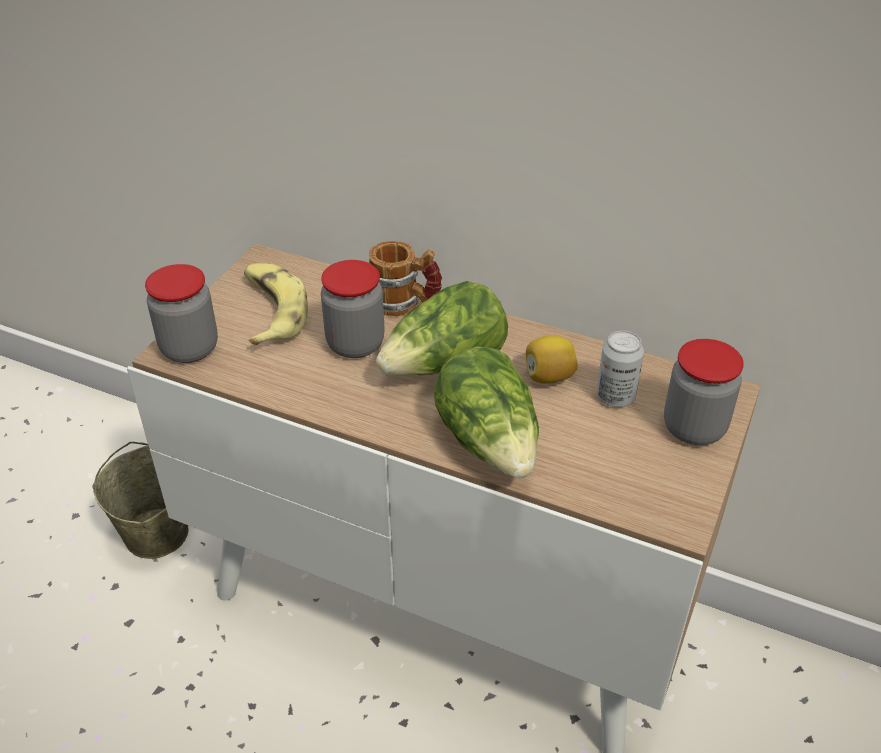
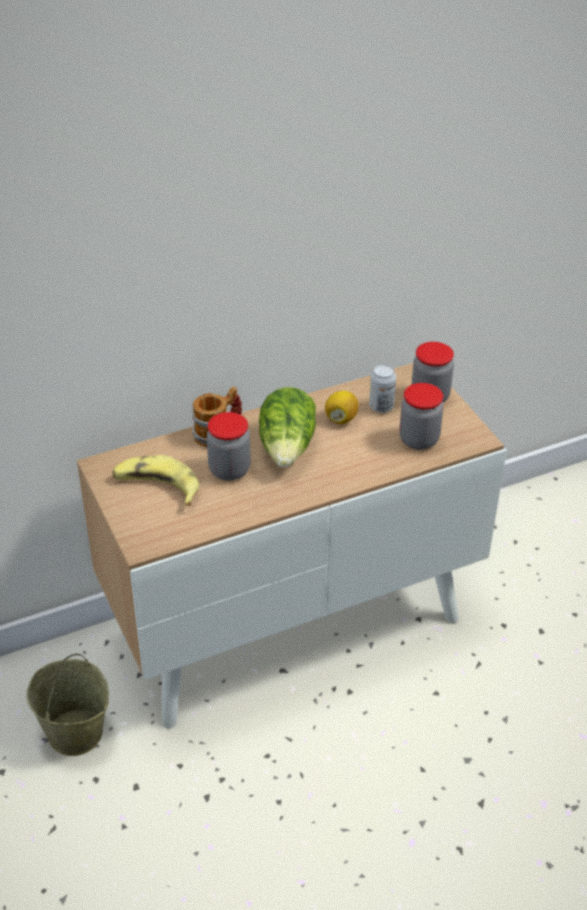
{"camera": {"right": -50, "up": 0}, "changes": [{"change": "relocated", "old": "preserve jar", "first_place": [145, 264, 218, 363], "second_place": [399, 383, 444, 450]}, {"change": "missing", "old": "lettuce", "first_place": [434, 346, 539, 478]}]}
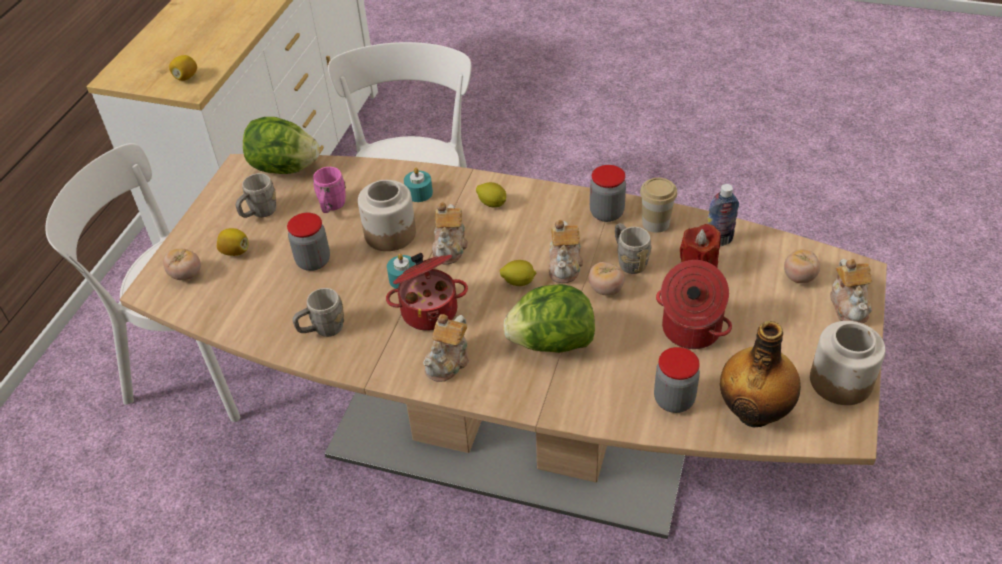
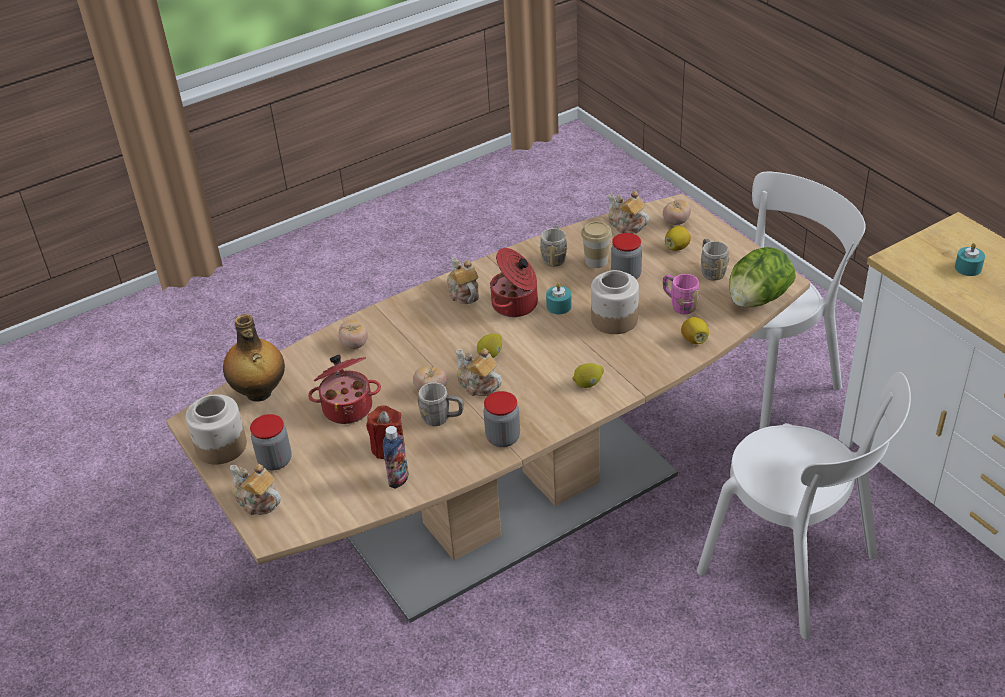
{"camera": {"right": 130, "up": -5}, "changes": [{"change": "relocated", "old": "lemon", "first_place": [169, 55, 197, 81], "second_place": [681, 317, 709, 344]}, {"change": "relocated", "old": "turquoise wax light", "first_place": [404, 168, 433, 202], "second_place": [955, 243, 985, 276]}, {"change": "relocated", "old": "cup", "first_place": [640, 178, 677, 233], "second_place": [581, 221, 612, 268]}, {"change": "relocated", "old": "teapot", "first_place": [432, 202, 468, 265], "second_place": [608, 190, 649, 234]}, {"change": "relocated", "old": "whole tomato", "first_place": [784, 249, 820, 283], "second_place": [338, 319, 368, 349]}, {"change": "missing", "old": "lettuce", "first_place": [503, 284, 595, 353]}, {"change": "relocated", "old": "preserve jar", "first_place": [654, 347, 700, 413], "second_place": [250, 414, 292, 470]}]}
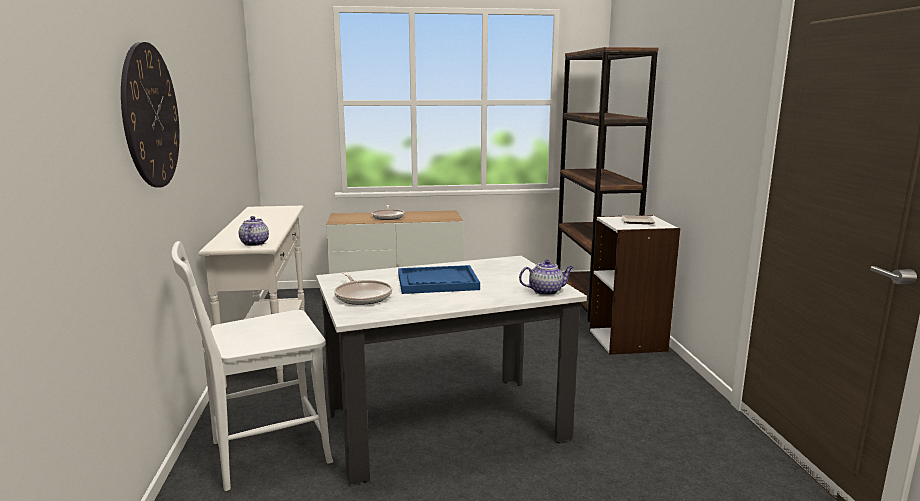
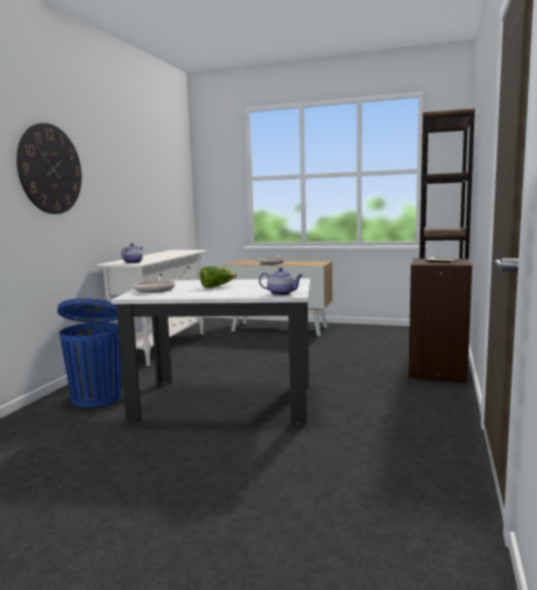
{"camera": {"right": 25, "up": -5}, "changes": [{"change": "colour", "old": "whitish bookcase", "new": "brown-coloured bookcase", "first_place": [590, 215, 680, 355], "second_place": [409, 259, 472, 383]}, {"change": "exchanged", "old": "whitish upright chair", "new": "blue trash can", "first_place": [171, 241, 333, 491], "second_place": [57, 298, 122, 408]}, {"change": "exchanged", "old": "blue tray", "new": "lettuce", "first_place": [398, 265, 480, 294], "second_place": [200, 266, 237, 288]}]}
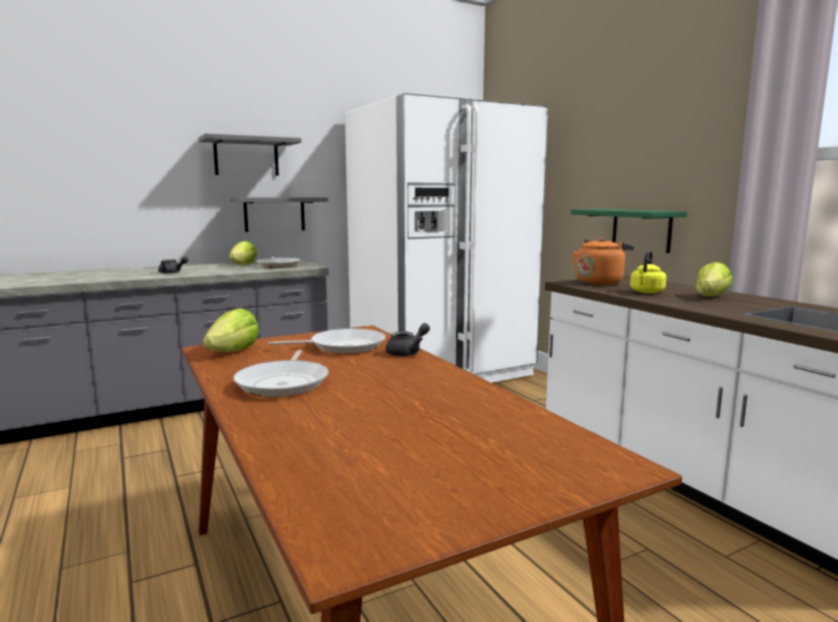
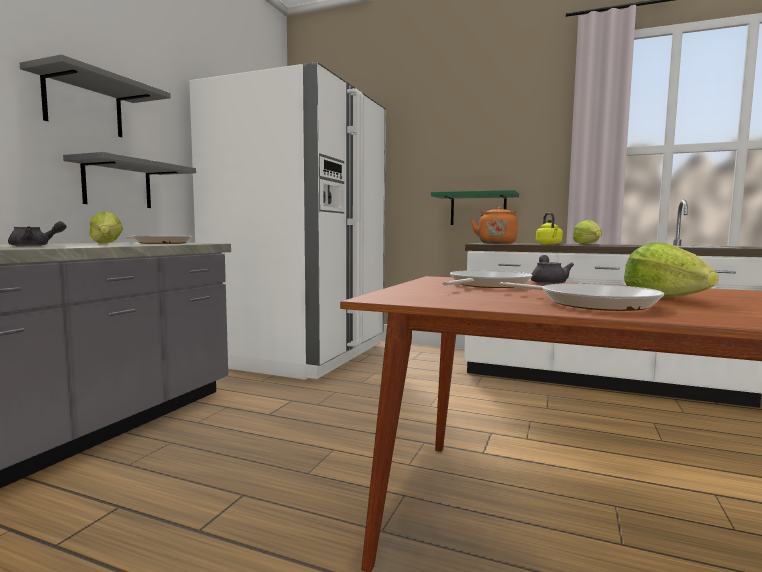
{"camera": {"right": -40, "up": -5}, "changes": [{"change": "relocated", "old": "lettuce", "first_place": [203, 308, 259, 352], "second_place": [624, 243, 719, 298]}]}
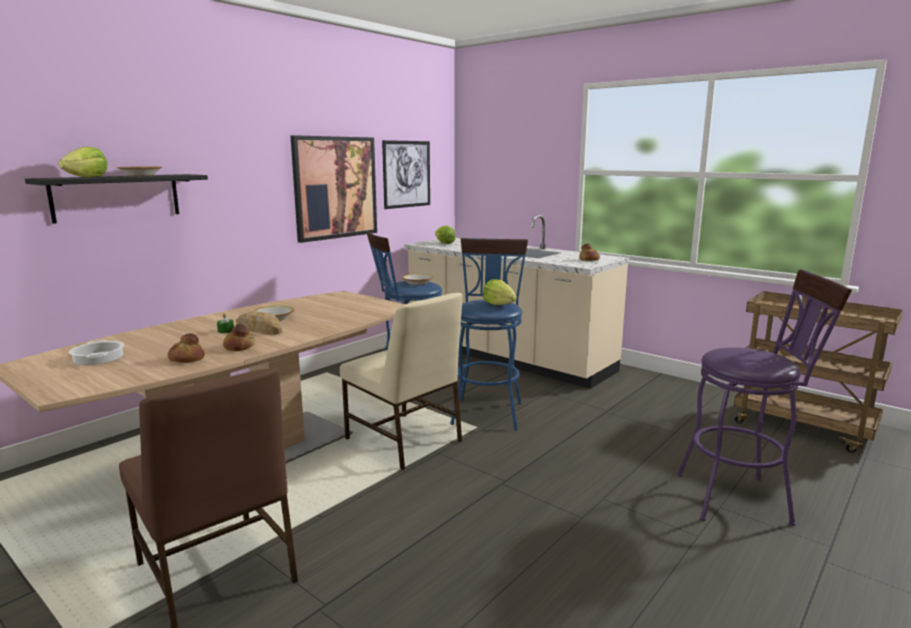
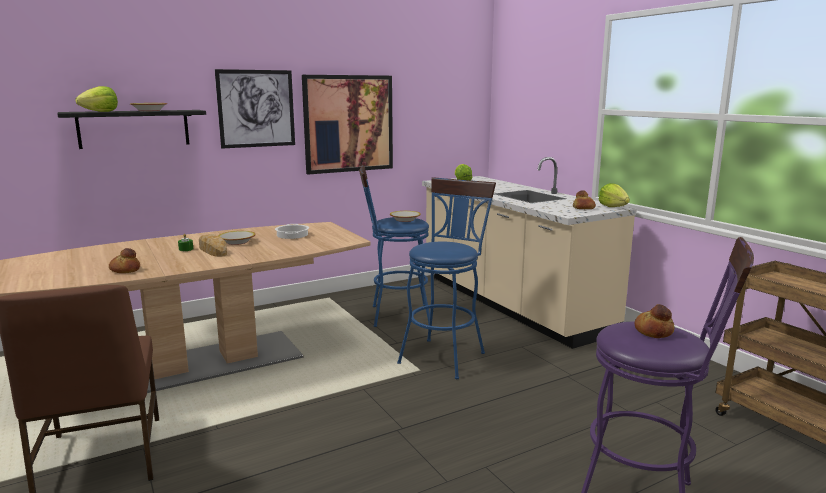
{"camera": {"right": 20, "up": 0}, "changes": [{"change": "relocated", "old": "picture", "first_place": [382, 140, 430, 209], "second_place": [215, 69, 295, 148]}, {"change": "relocated", "old": "lettuce", "first_place": [483, 279, 517, 305], "second_place": [599, 183, 630, 207]}, {"change": "missing", "old": "beige-coloured upright chair", "first_place": [340, 293, 462, 470]}, {"change": "relocated", "old": "baked bread", "first_place": [223, 324, 255, 351], "second_place": [634, 304, 675, 338]}, {"change": "relocated", "old": "cooking pot", "first_place": [69, 340, 124, 365], "second_place": [275, 224, 309, 239]}]}
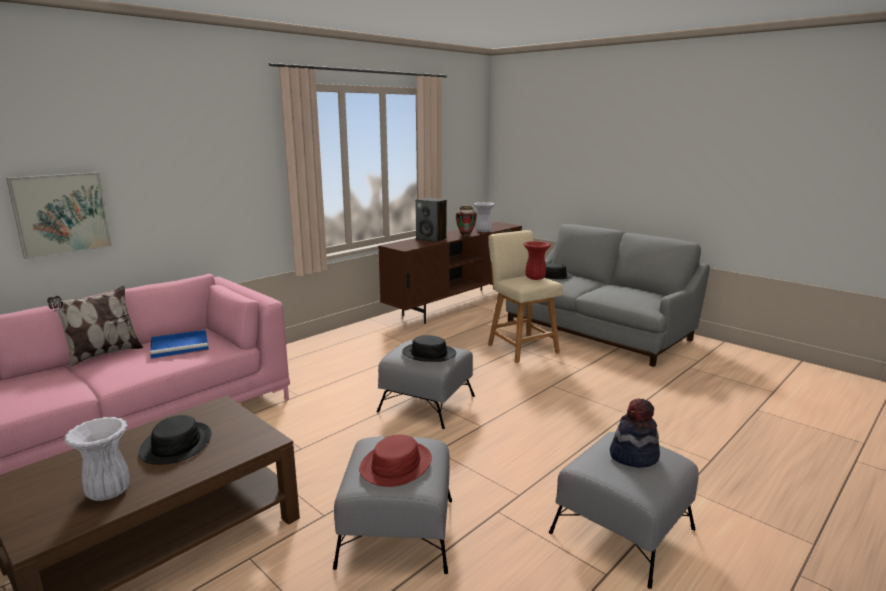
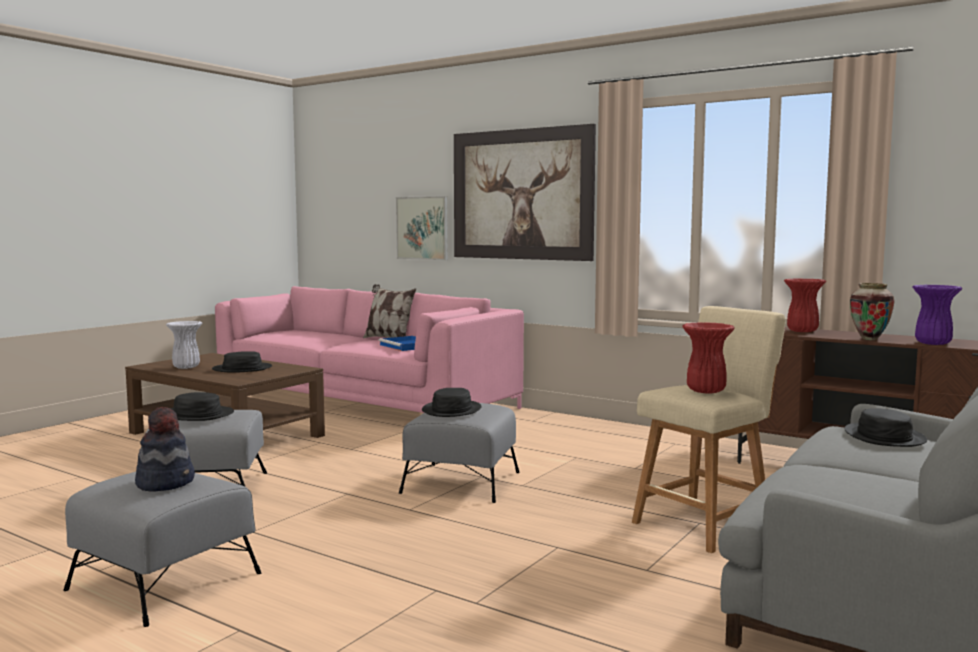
{"camera": {"right": 80, "up": -10}, "changes": [{"change": "exchanged", "old": "loudspeaker", "new": "red-coloured vase", "first_place": [416, 198, 447, 242], "second_place": [784, 278, 826, 332]}, {"change": "colour", "old": "whitish vase", "new": "purple vase", "first_place": [474, 202, 495, 232], "second_place": [913, 285, 962, 345]}, {"change": "colour", "old": "red-coloured hat", "new": "black hat", "first_place": [359, 434, 432, 487], "second_place": [170, 392, 234, 421]}, {"change": "appeared", "new": "picture", "second_place": [454, 124, 596, 261]}]}
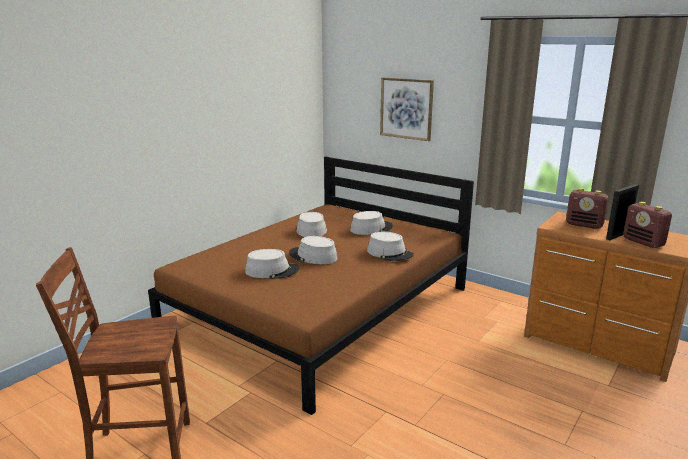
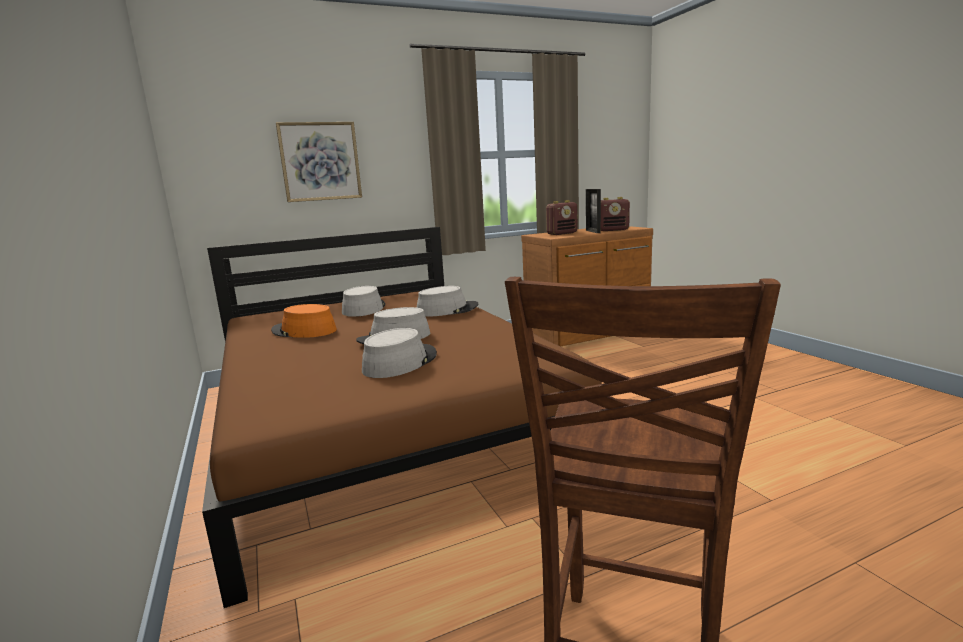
{"camera": {"right": -60, "up": -5}, "changes": [{"change": "colour", "old": "greyish hat", "new": "orange hat", "first_place": [296, 212, 327, 237], "second_place": [271, 304, 337, 338]}]}
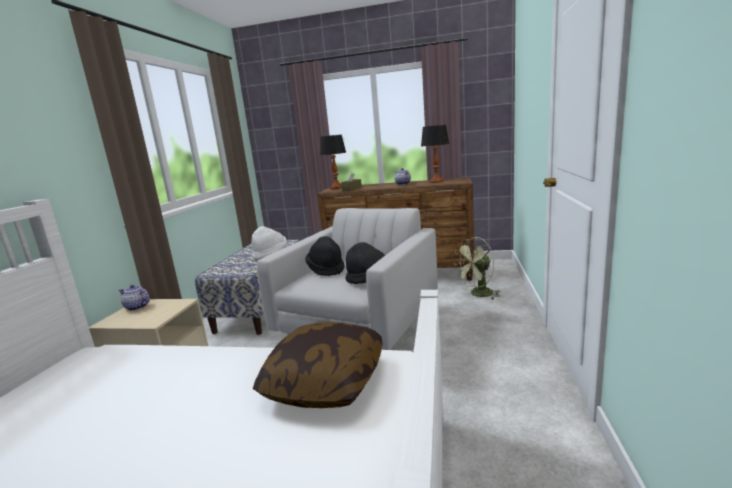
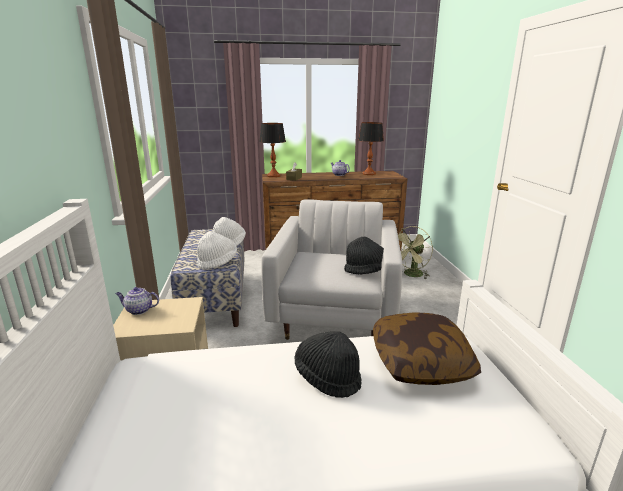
{"camera": {"right": -20, "up": 5}, "changes": [{"change": "relocated", "old": "black hat", "first_place": [305, 236, 344, 276], "second_place": [295, 331, 362, 398]}, {"change": "appeared", "new": "whitish hat", "second_place": [197, 231, 237, 269]}]}
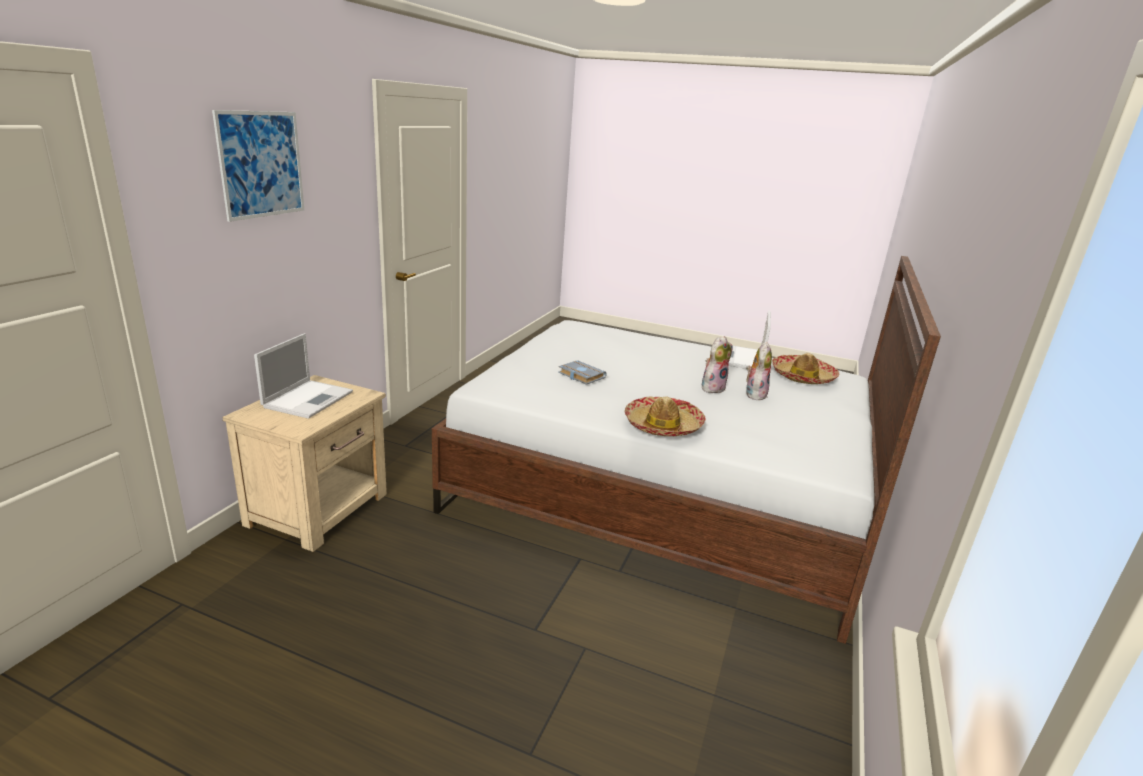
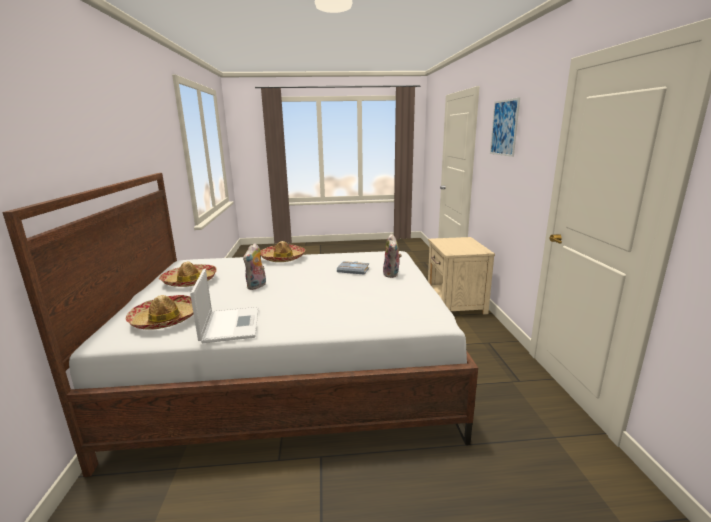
{"camera": {"right": 155, "up": -5}, "changes": [{"change": "missing", "old": "laptop", "first_place": [254, 333, 353, 419]}, {"change": "relocated", "old": "plush toy", "first_place": [746, 341, 772, 401], "second_place": [383, 234, 402, 278]}, {"change": "appeared", "new": "hat", "second_place": [159, 262, 217, 287]}]}
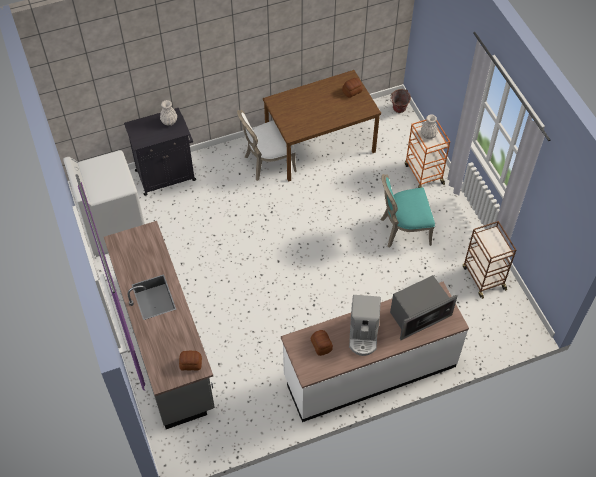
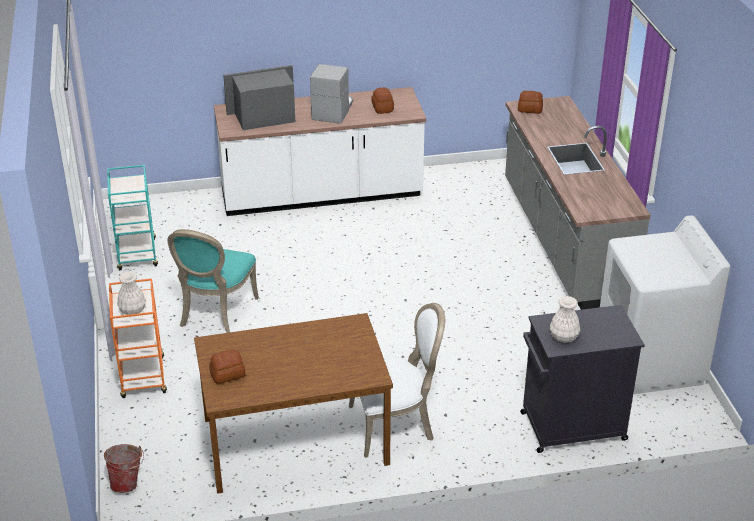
{"camera": {"right": -170, "up": -20}, "changes": [{"change": "spun", "old": "turquoise upright chair", "first_place": [381, 174, 435, 247], "second_place": [167, 229, 259, 333], "degrees": 105}, {"change": "colour", "old": "brown-coloured wheeled cart", "new": "turquoise wheeled cart", "first_place": [463, 221, 516, 299], "second_place": [107, 165, 158, 270]}]}
